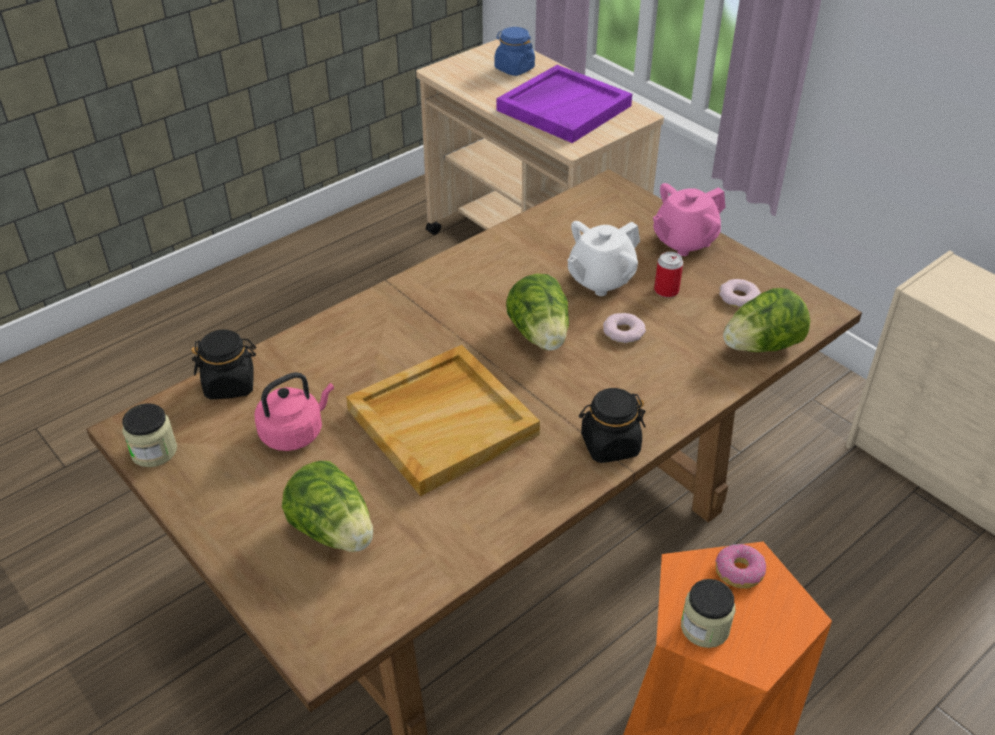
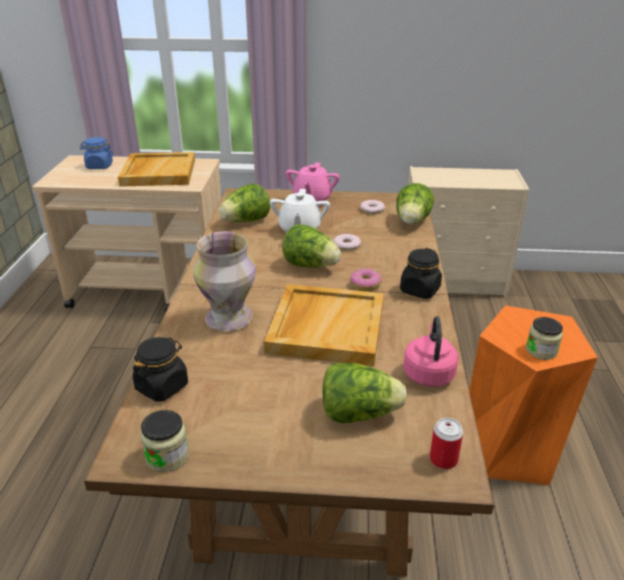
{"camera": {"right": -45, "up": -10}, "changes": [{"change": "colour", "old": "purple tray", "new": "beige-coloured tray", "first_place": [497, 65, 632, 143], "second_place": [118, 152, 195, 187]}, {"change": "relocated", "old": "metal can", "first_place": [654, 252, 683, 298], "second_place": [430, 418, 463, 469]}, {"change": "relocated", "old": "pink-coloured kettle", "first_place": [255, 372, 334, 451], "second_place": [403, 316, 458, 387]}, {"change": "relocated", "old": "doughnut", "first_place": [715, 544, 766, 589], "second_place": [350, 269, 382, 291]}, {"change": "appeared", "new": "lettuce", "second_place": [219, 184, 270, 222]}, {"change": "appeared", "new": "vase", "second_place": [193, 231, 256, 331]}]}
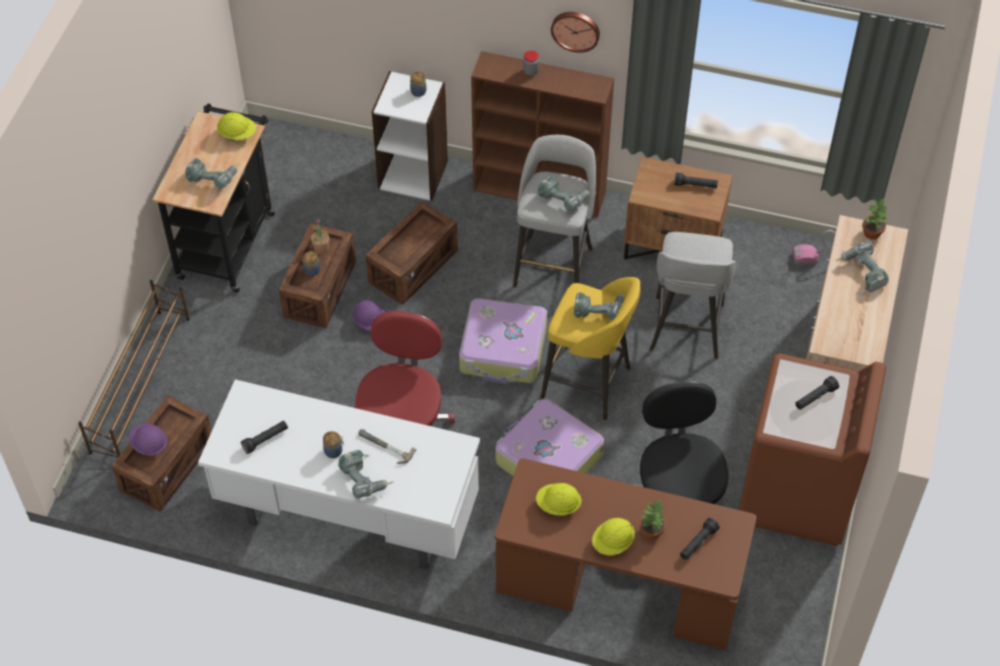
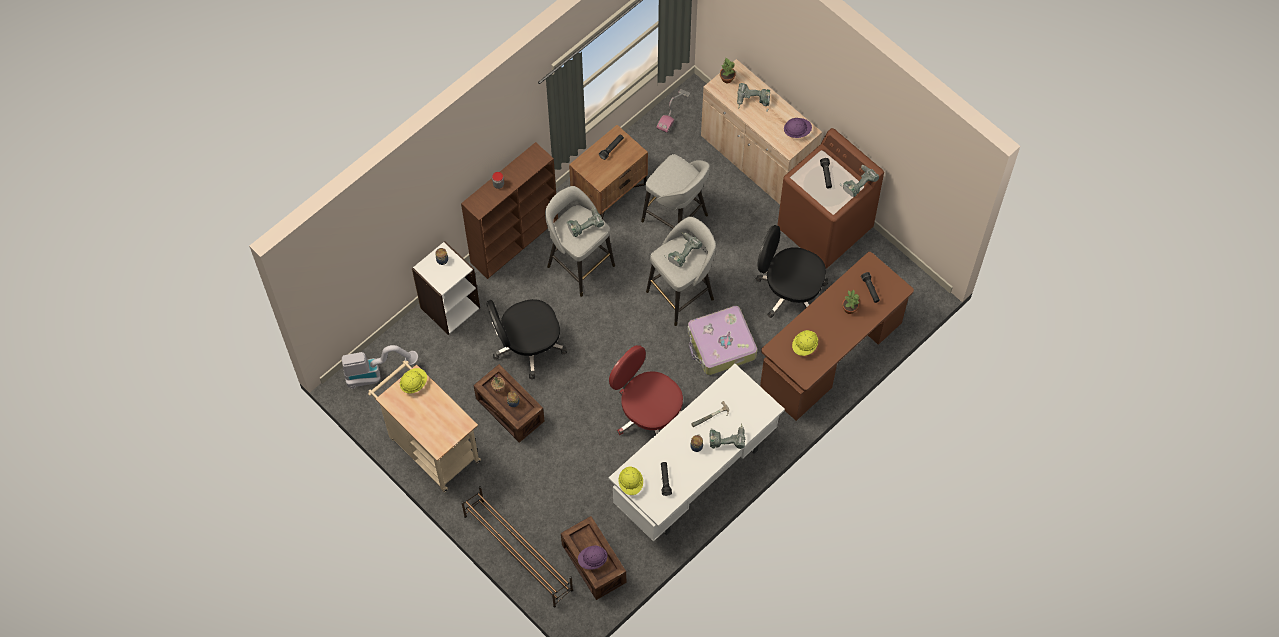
{"camera": {"right": -60, "up": 10}, "changes": [{"change": "missing", "old": "wall clock", "first_place": [551, 12, 600, 53]}, {"change": "colour", "old": "black wheeled cart", "new": "beige-coloured wheeled cart", "first_place": [152, 104, 275, 293], "second_place": [368, 361, 481, 492]}, {"change": "relocated", "old": "power drill", "first_place": [185, 158, 239, 189], "second_place": [840, 165, 879, 197]}, {"change": "exchanged", "old": "crate", "new": "black computer chair", "first_place": [366, 201, 458, 305], "second_place": [486, 299, 567, 379]}, {"change": "colour", "old": "yellowish stool seat", "new": "greyish stool seat", "first_place": [541, 277, 640, 420], "second_place": [646, 217, 716, 326]}, {"change": "missing", "old": "piece of luggage", "first_place": [459, 298, 547, 384]}, {"change": "relocated", "old": "purple hard hat", "first_place": [353, 300, 385, 331], "second_place": [784, 118, 812, 138]}, {"change": "relocated", "old": "yellowish hard hat", "first_place": [592, 518, 635, 555], "second_place": [619, 467, 643, 495]}, {"change": "appeared", "new": "vacuum", "second_place": [342, 345, 418, 389]}]}
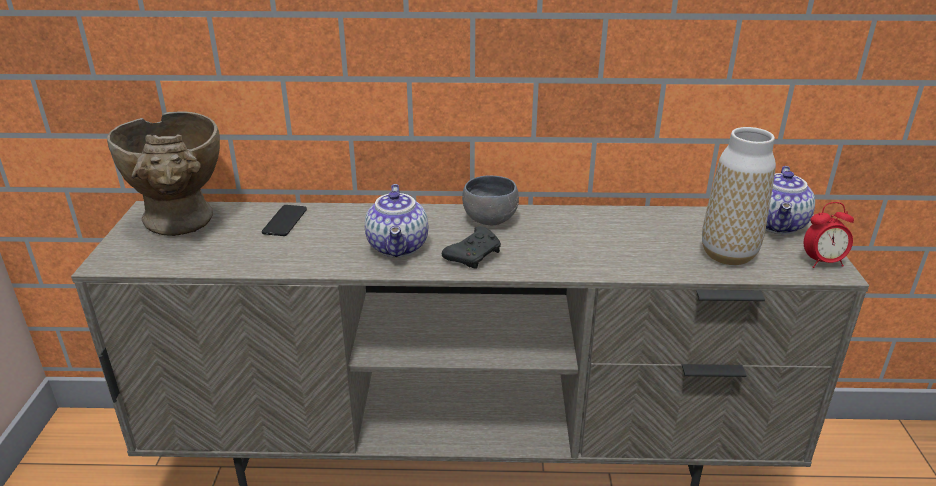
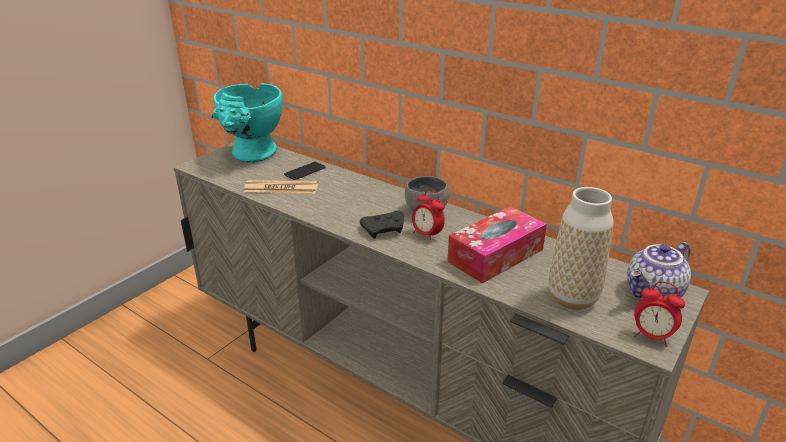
{"camera": {"right": 35, "up": 0}, "changes": [{"change": "colour", "old": "beige-coloured vase", "new": "turquoise vase", "first_place": [107, 111, 220, 236], "second_place": [211, 83, 283, 163]}, {"change": "missing", "old": "teapot", "first_place": [365, 184, 428, 257]}, {"change": "appeared", "new": "printed paper", "second_place": [243, 180, 318, 194]}, {"change": "appeared", "new": "bedside clock", "second_place": [412, 189, 445, 242]}, {"change": "appeared", "new": "box of tissues", "second_place": [447, 206, 547, 284]}]}
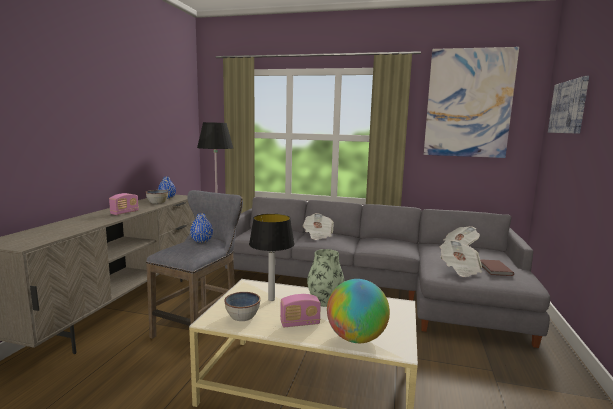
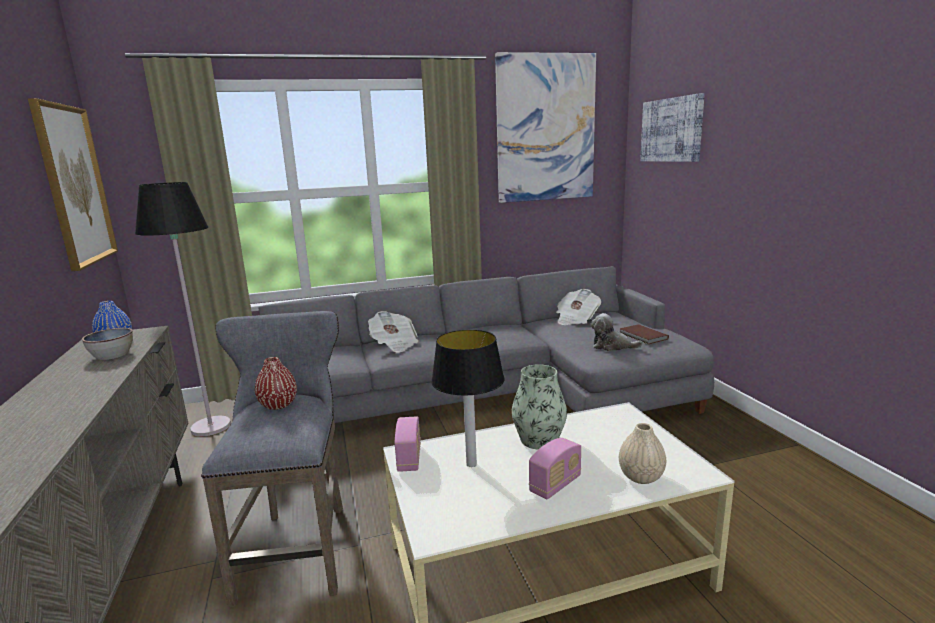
{"camera": {"right": -30, "up": 5}, "changes": [{"change": "relocated", "old": "radio receiver", "first_place": [109, 193, 139, 215], "second_place": [395, 416, 421, 472]}, {"change": "colour", "old": "blue vase", "new": "red-coloured vase", "first_place": [190, 214, 213, 243], "second_place": [255, 357, 297, 410]}, {"change": "exchanged", "old": "printed paper", "new": "plush toy", "first_place": [441, 240, 482, 277], "second_place": [591, 313, 643, 351]}, {"change": "exchanged", "old": "world globe", "new": "beige-coloured vase", "first_place": [327, 279, 390, 343], "second_place": [619, 423, 666, 484]}, {"change": "missing", "old": "bowl", "first_place": [225, 292, 261, 321]}, {"change": "appeared", "new": "picture", "second_place": [28, 98, 118, 271]}]}
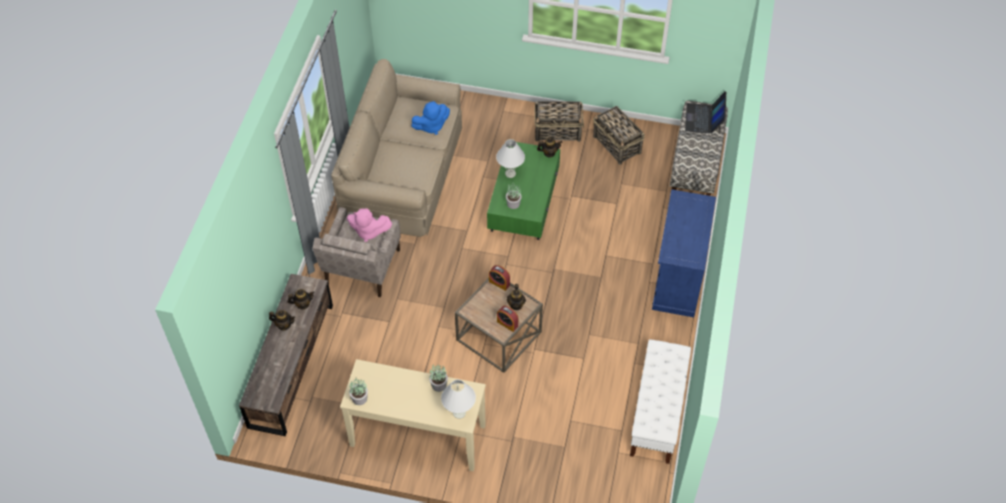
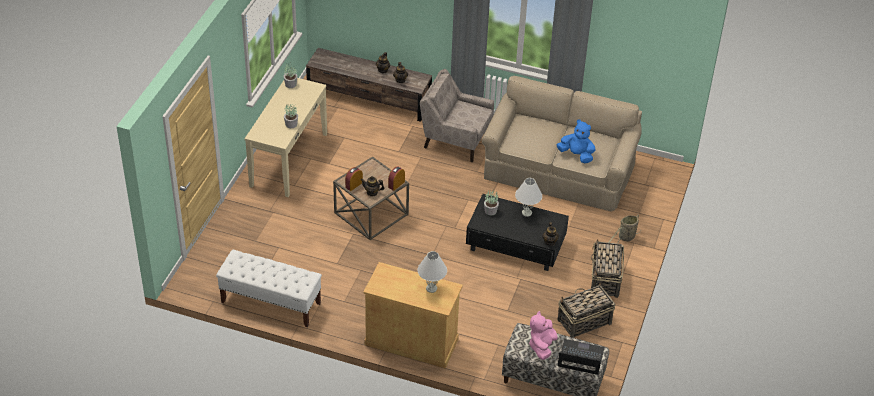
{"camera": {"right": 95, "up": -10}, "changes": [{"change": "spun", "old": "blue plush toy", "first_place": [411, 101, 450, 135], "second_place": [557, 119, 595, 163], "degrees": 135}, {"change": "colour", "old": "green-coloured low table", "new": "black low table", "first_place": [487, 142, 560, 240], "second_place": [466, 194, 569, 271]}, {"change": "colour", "old": "blue cupboard", "new": "beige-coloured cupboard", "first_place": [652, 189, 716, 317], "second_place": [363, 262, 463, 369]}, {"change": "relocated", "old": "pink-coloured plush toy", "first_place": [347, 208, 392, 242], "second_place": [529, 311, 558, 360]}, {"change": "relocated", "old": "whitish tabletop lamp", "first_place": [441, 379, 476, 419], "second_place": [417, 251, 447, 293]}, {"change": "appeared", "new": "storage basket", "second_place": [608, 215, 641, 244]}]}
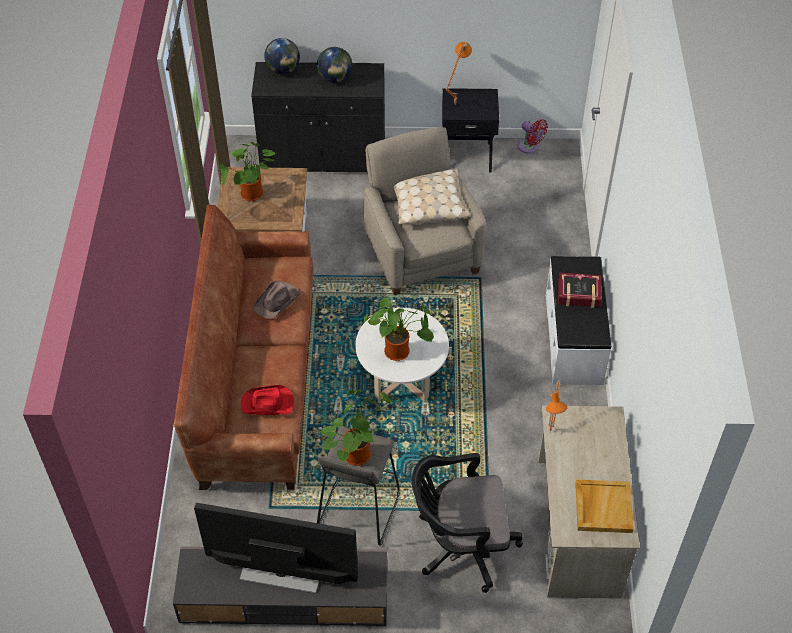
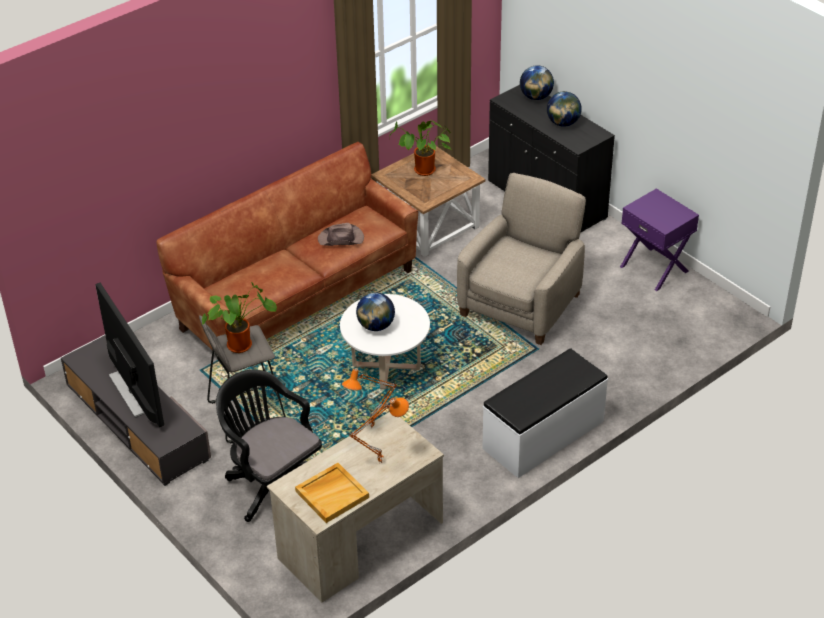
{"camera": {"right": 50, "up": -10}, "changes": [{"change": "relocated", "old": "orange tabletop lamp", "first_place": [446, 42, 472, 104], "second_place": [349, 398, 409, 463]}, {"change": "colour", "old": "black bedside table", "new": "purple bedside table", "first_place": [442, 88, 499, 172], "second_place": [620, 189, 699, 291]}, {"change": "missing", "old": "red-coloured cooling fan", "first_place": [518, 119, 548, 153]}, {"change": "missing", "old": "beige-coloured throw pillow", "first_place": [394, 168, 470, 224]}, {"change": "missing", "old": "book", "first_place": [558, 272, 602, 308]}, {"change": "exchanged", "old": "plant in a pot", "new": "world globe", "first_place": [363, 297, 434, 361], "second_place": [356, 292, 395, 331]}, {"change": "missing", "old": "red-coloured hat", "first_place": [241, 385, 294, 415]}]}
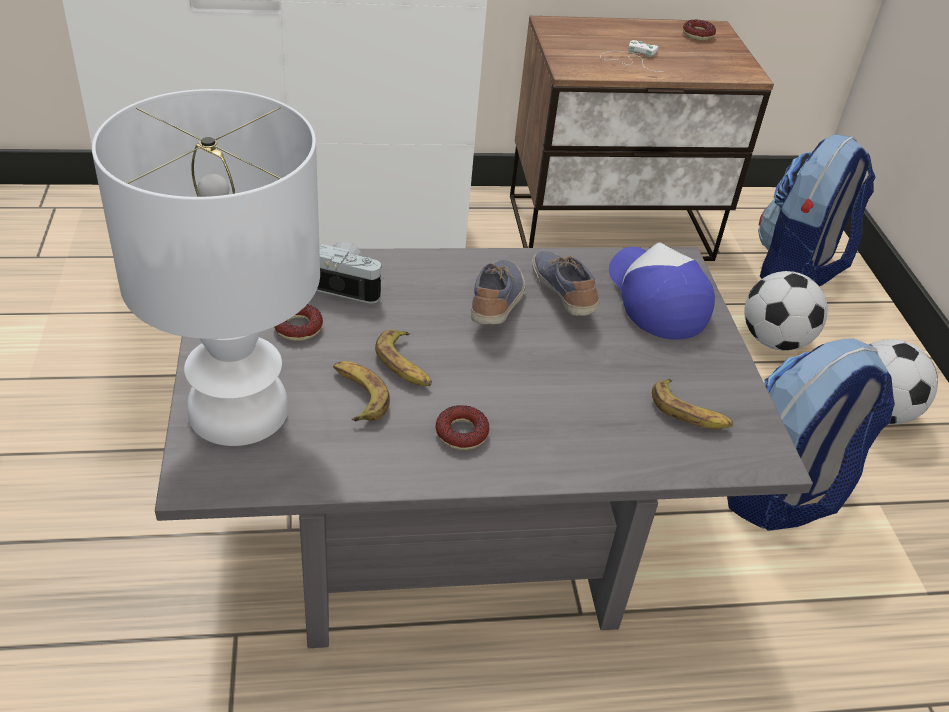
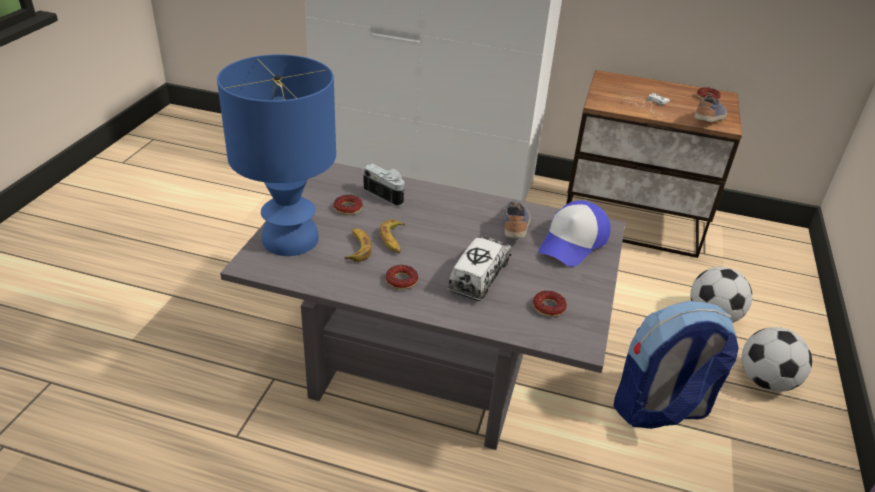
{"camera": {"right": 25, "up": -5}, "changes": [{"change": "colour", "old": "whitish tabletop lamp", "new": "blue tabletop lamp", "first_place": [92, 89, 320, 446], "second_place": [217, 54, 336, 256]}, {"change": "missing", "old": "backpack", "first_place": [758, 135, 875, 286]}, {"change": "spun", "old": "peaked cap", "first_place": [609, 243, 715, 340], "second_place": [538, 200, 611, 267], "degrees": -150}, {"change": "relocated", "old": "low shoe", "first_place": [471, 260, 525, 324], "second_place": [694, 95, 727, 122]}, {"change": "exchanged", "old": "whole banana", "new": "doughnut", "first_place": [652, 379, 733, 429], "second_place": [533, 291, 567, 317]}, {"change": "appeared", "new": "toy truck", "second_place": [448, 236, 511, 301]}]}
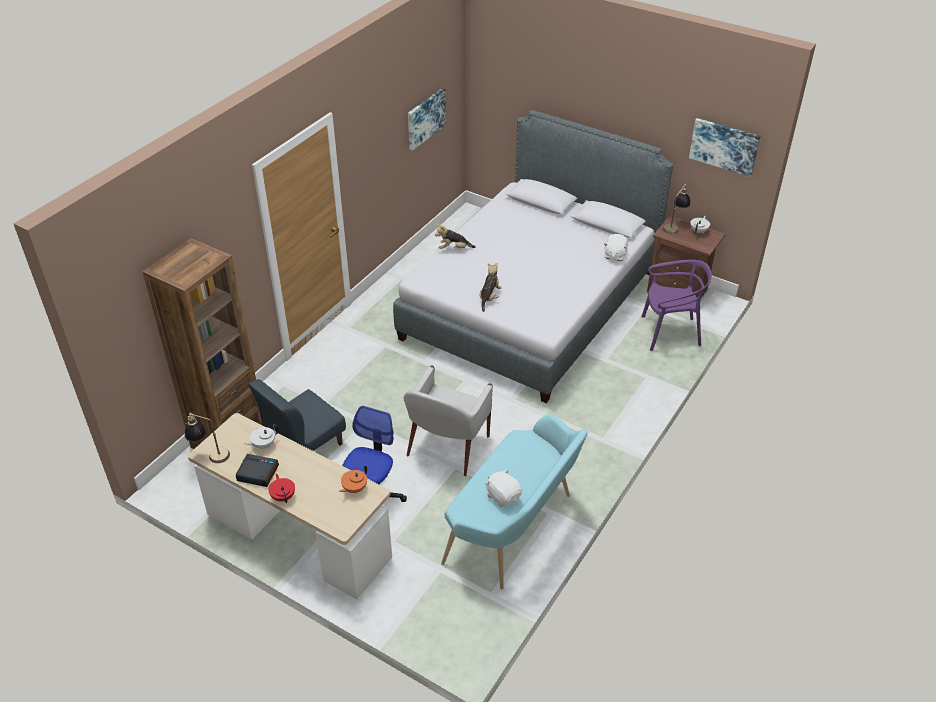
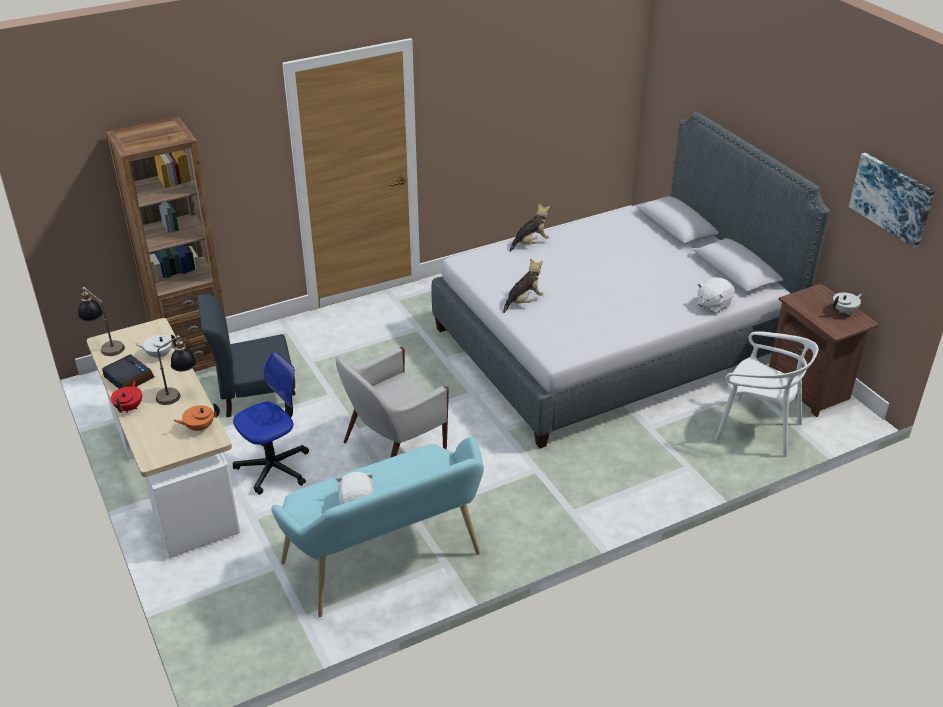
{"camera": {"right": 30, "up": -5}, "changes": [{"change": "missing", "old": "picture", "first_place": [408, 88, 446, 151]}, {"change": "relocated", "old": "tabletop lamp", "first_place": [663, 184, 690, 234], "second_place": [156, 334, 197, 405]}, {"change": "spun", "old": "plush toy", "first_place": [435, 224, 476, 249], "second_place": [510, 203, 550, 252], "degrees": 120}, {"change": "colour", "old": "purple upright chair", "new": "whitish upright chair", "first_place": [641, 260, 712, 351], "second_place": [715, 331, 818, 457]}]}
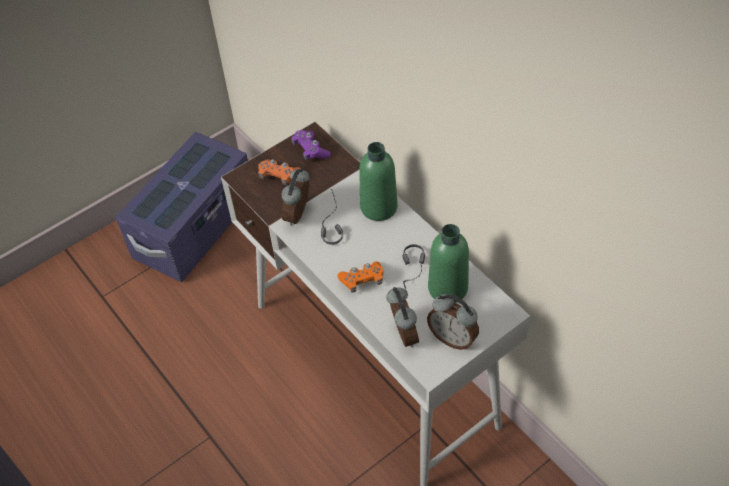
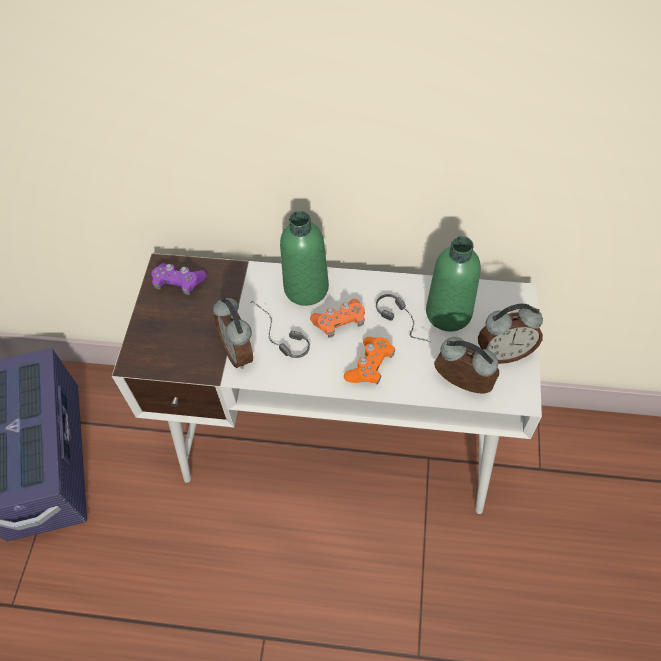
{"camera": {"right": -45, "up": 5}, "changes": [{"change": "relocated", "old": "orange joypad", "first_place": [258, 159, 300, 185], "second_place": [310, 299, 365, 338]}]}
